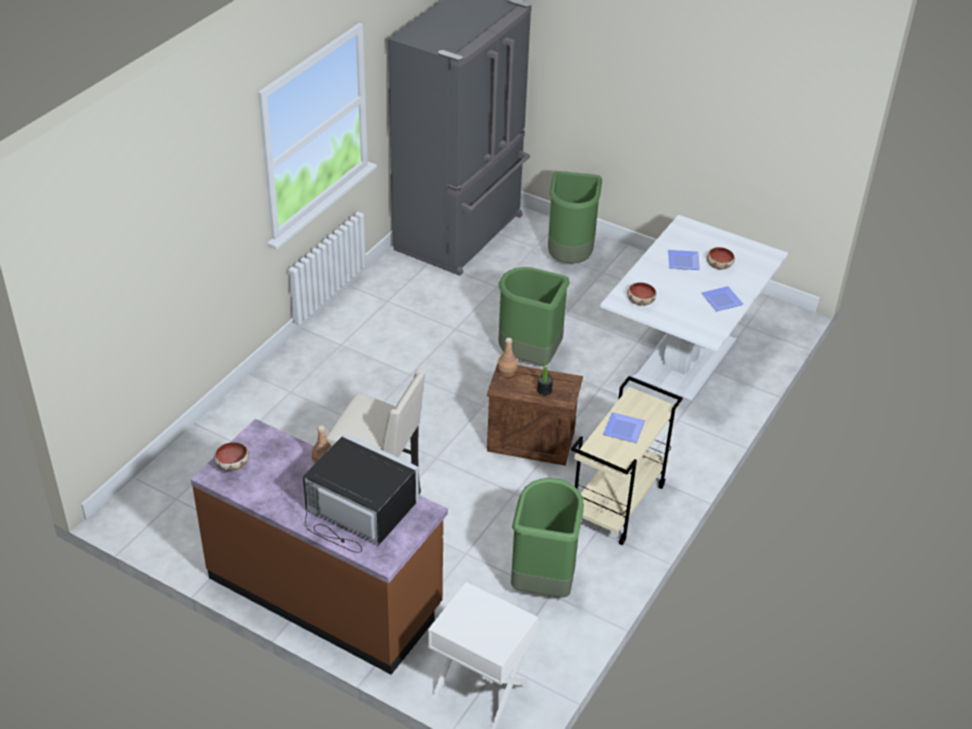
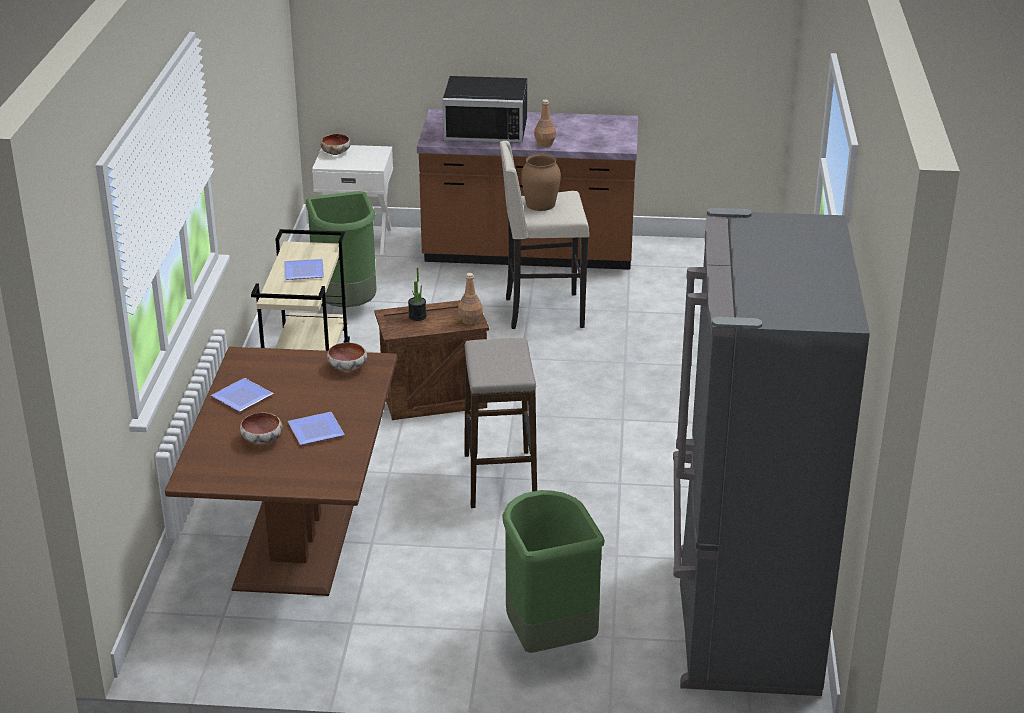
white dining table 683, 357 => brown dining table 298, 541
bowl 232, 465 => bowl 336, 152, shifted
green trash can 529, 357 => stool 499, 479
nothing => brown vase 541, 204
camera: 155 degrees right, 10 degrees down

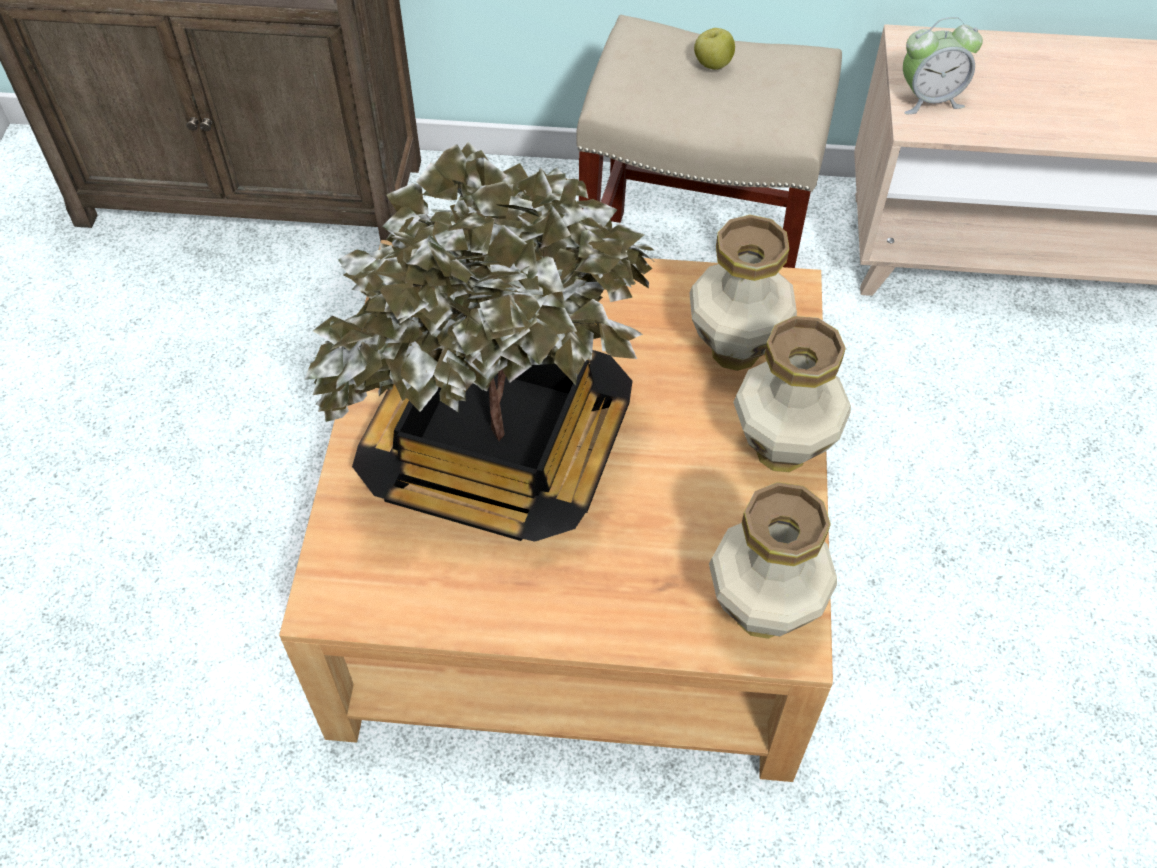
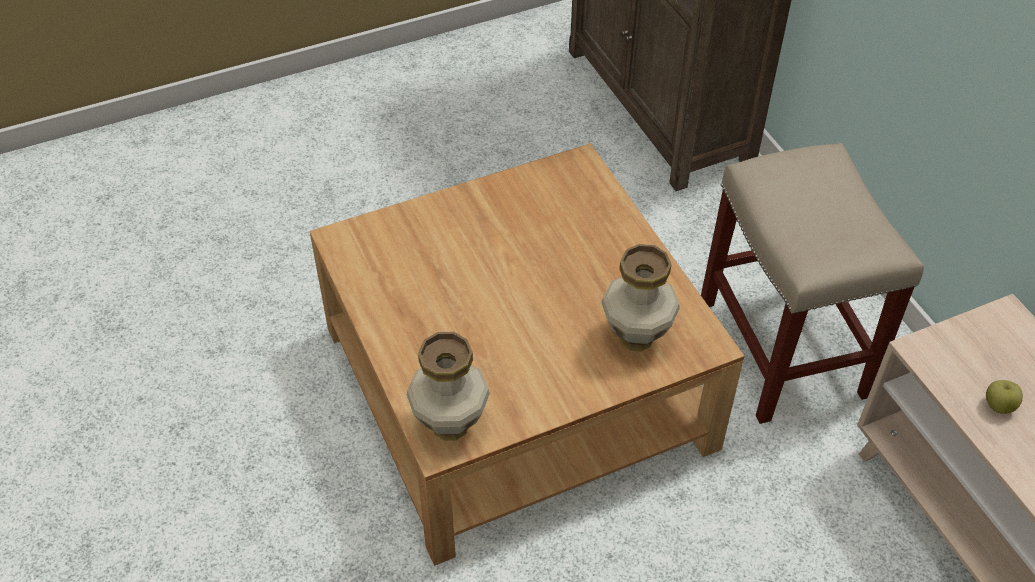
apple 712, 64 => apple 998, 406, shifted
potted plant 499, 448 => nothing
vase 781, 452 => nothing
alarm clock 929, 99 => nothing
camera: 60 degrees right, 5 degrees down

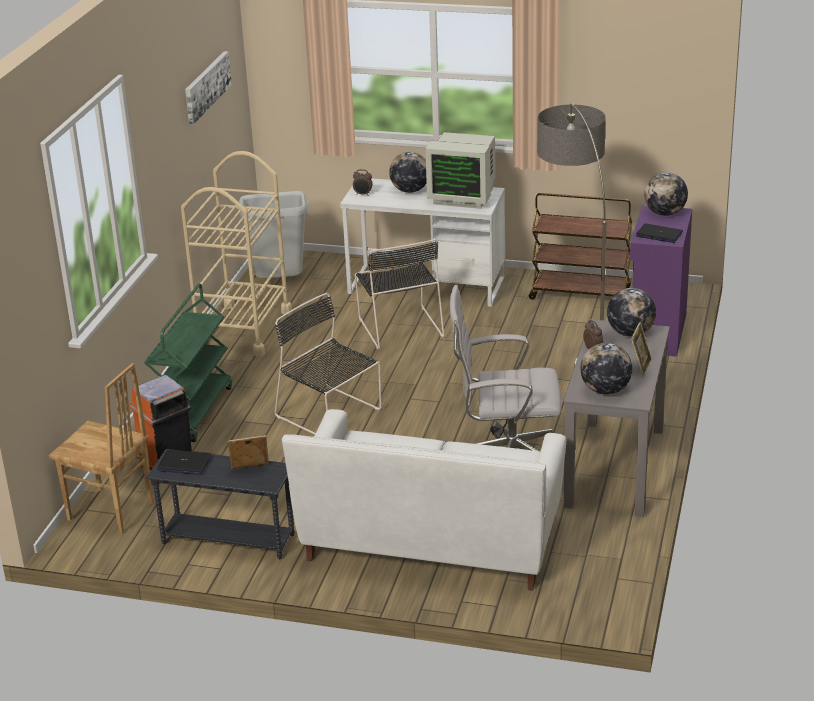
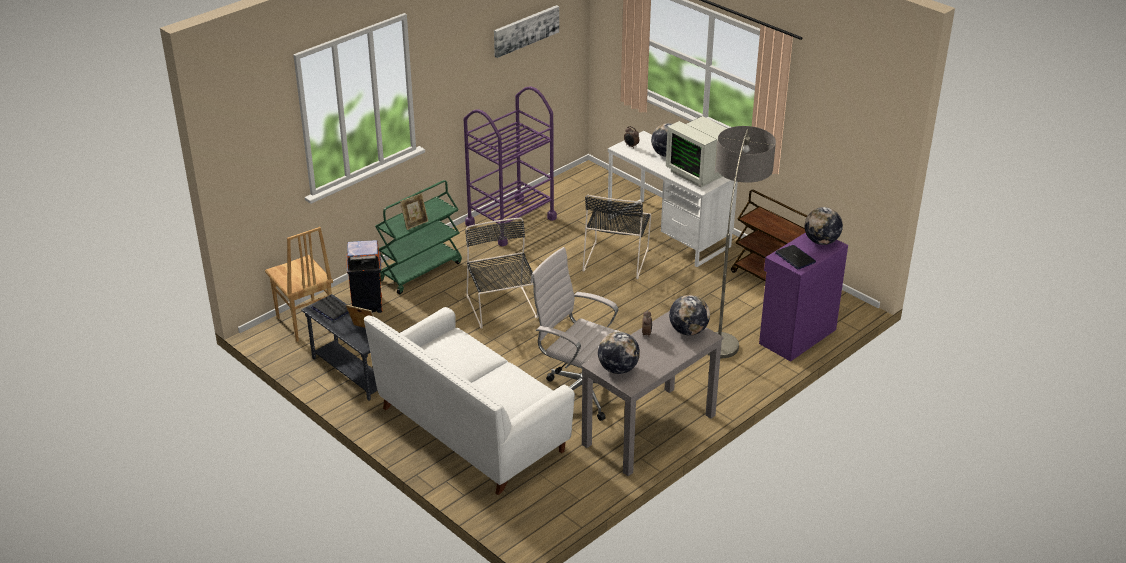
picture frame 640, 367 => picture frame 415, 223, shifted
beige cart 243, 330 => purple cart 511, 221
grey trash can 280, 283 => nothing
camera: 30 degrees right, 5 degrees up

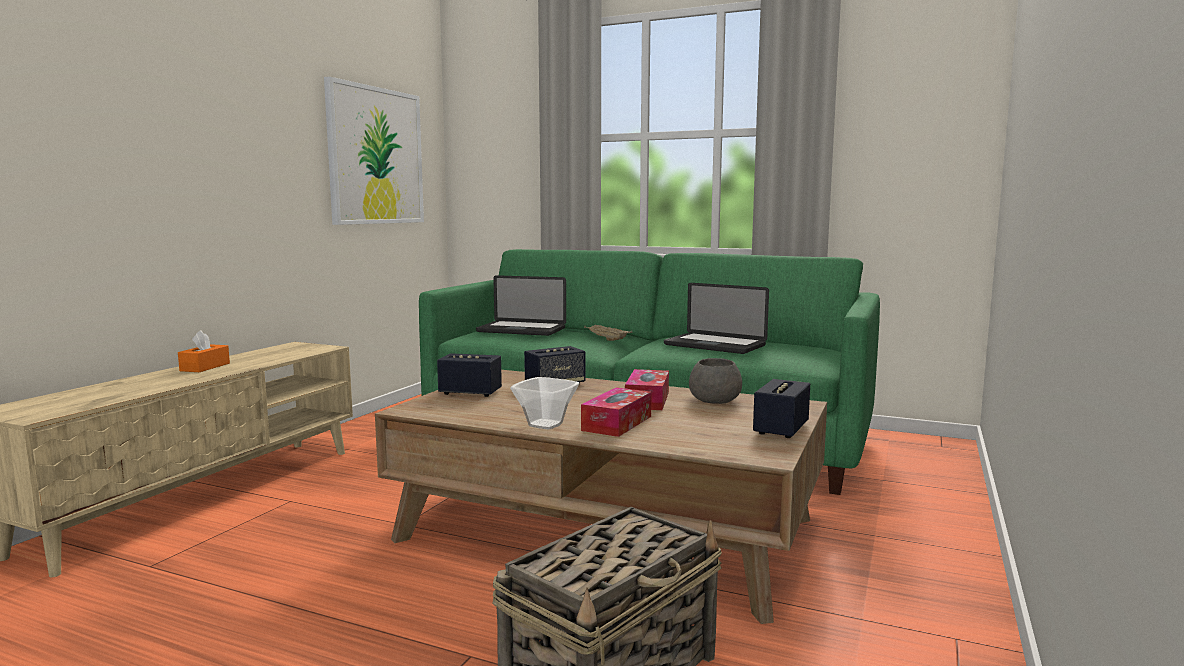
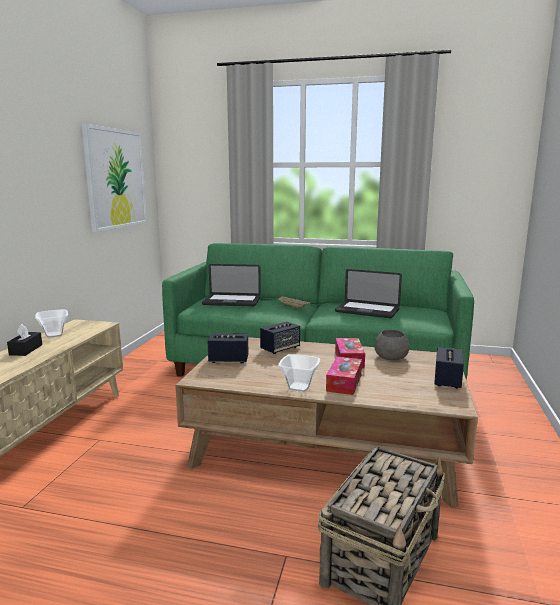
orange tissue box 205, 367 => black tissue box 26, 350
nothing => bowl 53, 335
camera: 10 degrees left, 5 degrees up

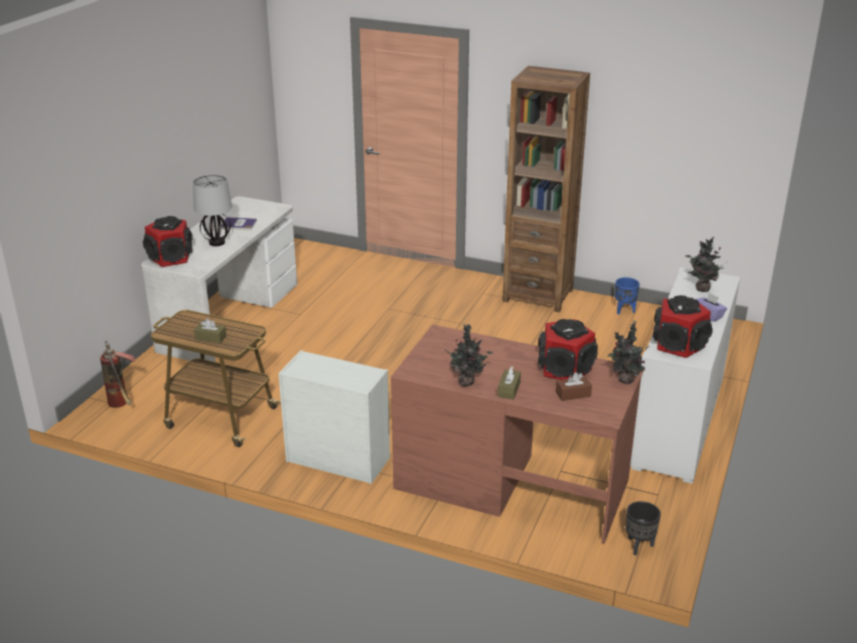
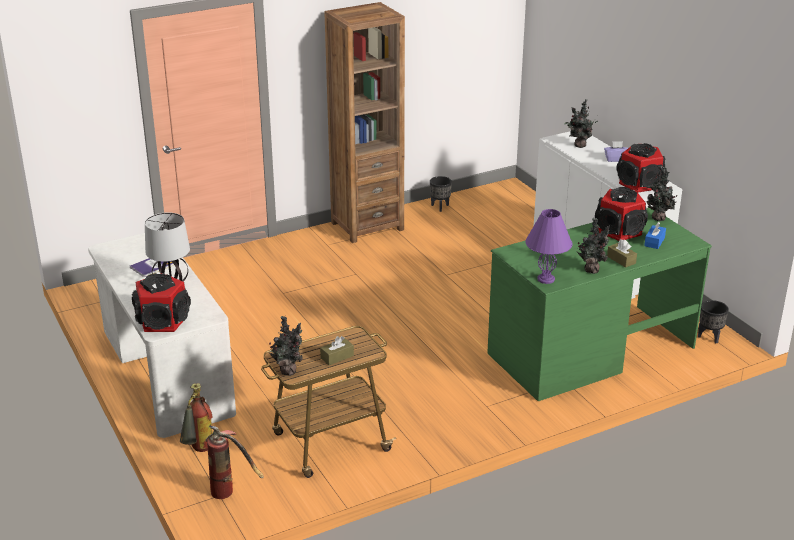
nothing => fire extinguisher 198, 452
nothing => potted plant 288, 370
blue planter 624, 310 => black planter 440, 207
brown desk 511, 483 => green desk 590, 350
nothing => purple table lamp 545, 279
brown tissue box 573, 394 => blue tissue box 654, 242
white dresser 336, 459 => nothing
camera: 50 degrees left, 0 degrees up

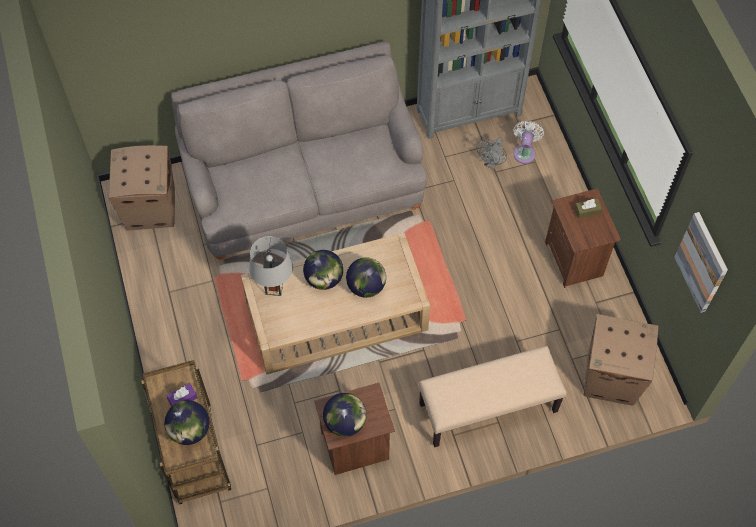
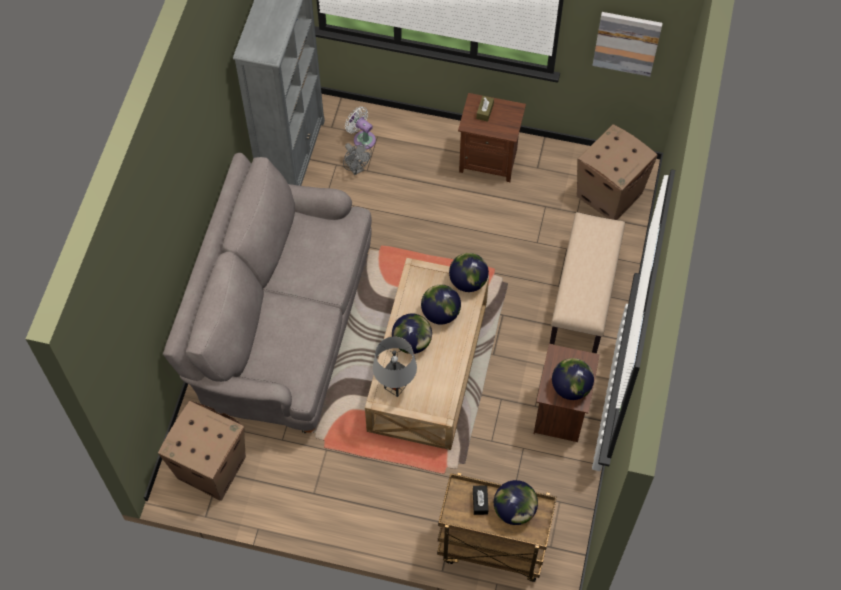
nothing => globe 468, 281
purple tissue box 182, 399 => black tissue box 480, 502
camera: 60 degrees left, 0 degrees up

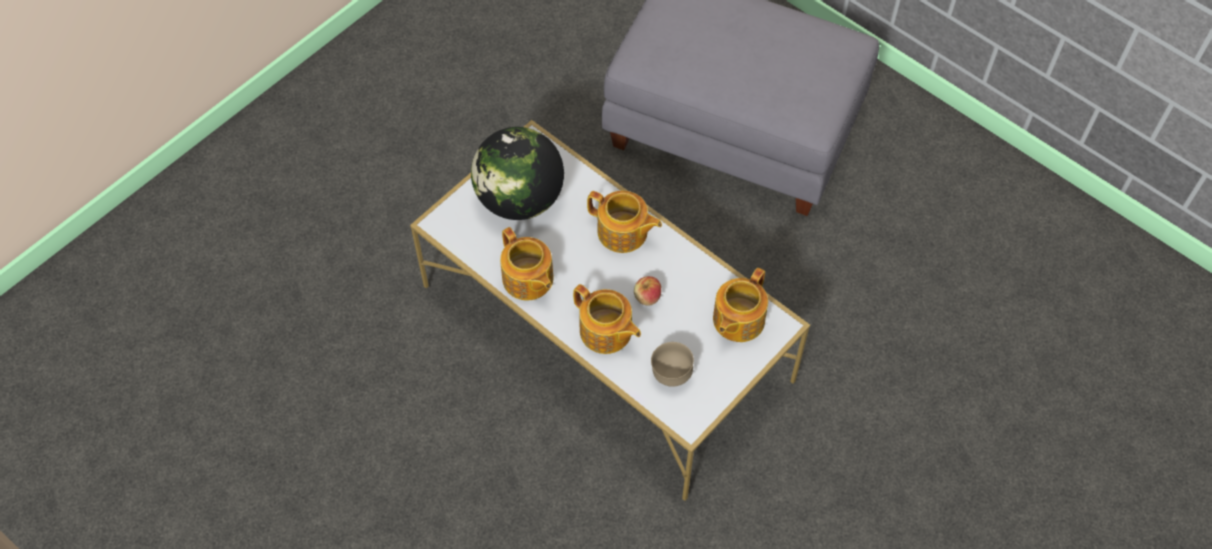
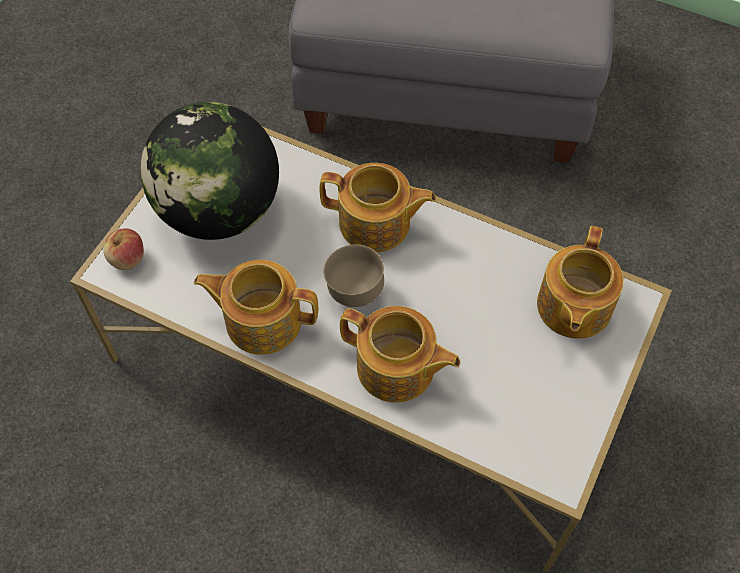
apple 647, 297 => apple 127, 259, shifted
teapot 528, 280 => teapot 262, 320, 150 degrees clockwise
brown bowl 671, 374 => brown bowl 354, 292, shifted
camera: 15 degrees left, 0 degrees up

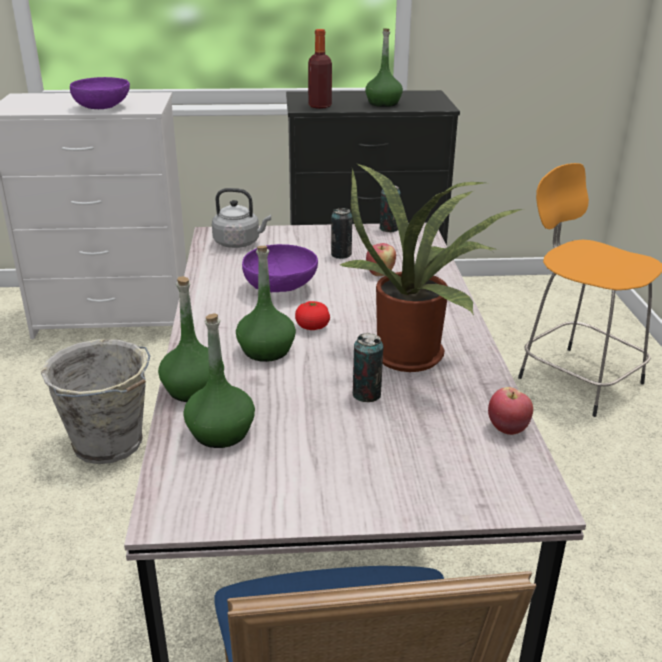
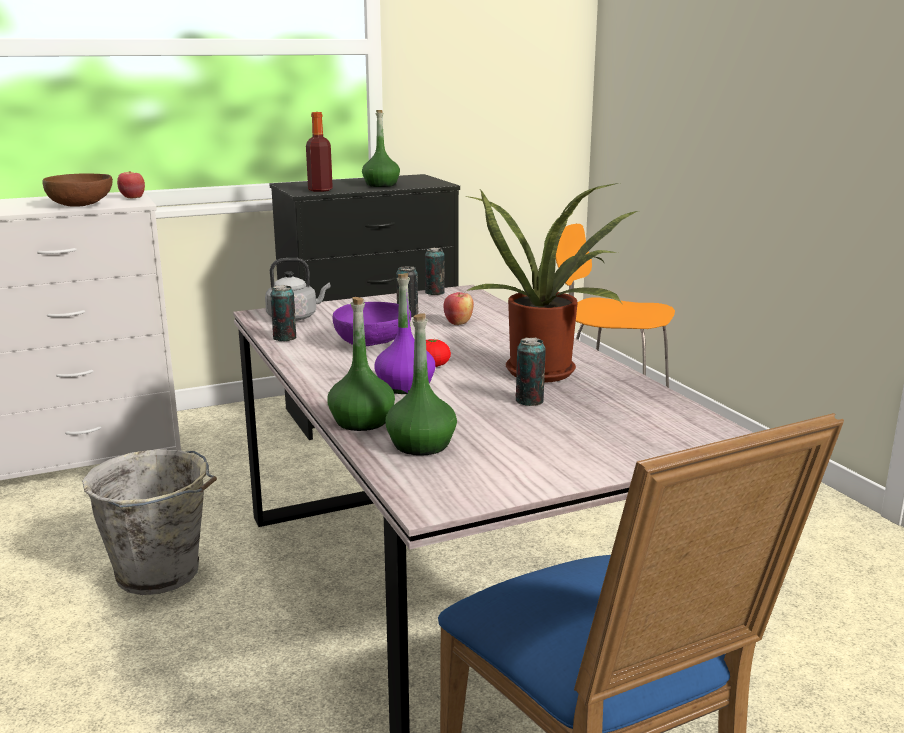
purple bowl 103, 107 => brown bowl 81, 205
apple 507, 429 => apple 132, 197, shifted
nothing => can 284, 338
green bottle 266, 350 => purple bottle 405, 386
camera: 20 degrees left, 10 degrees down

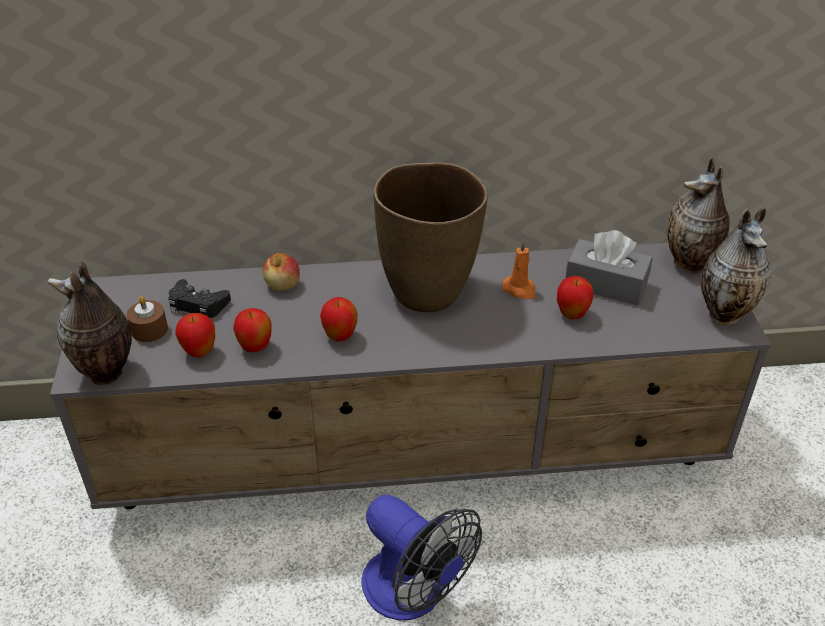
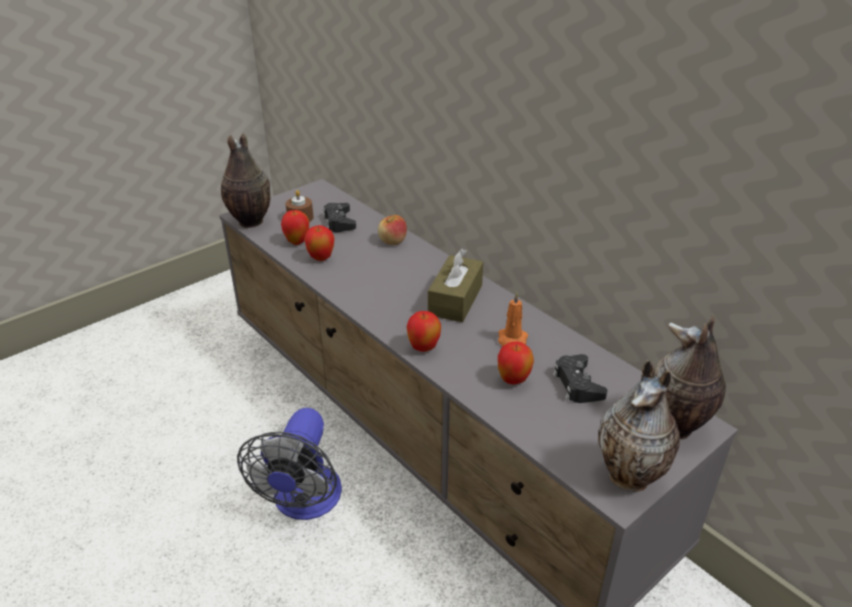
apple 340, 337 => apple 423, 348, shifted
brown vase 428, 292 => brown tissue box 455, 300
grey tissue box 605, 284 => black game controller 577, 384
camera: 55 degrees right, 5 degrees down

